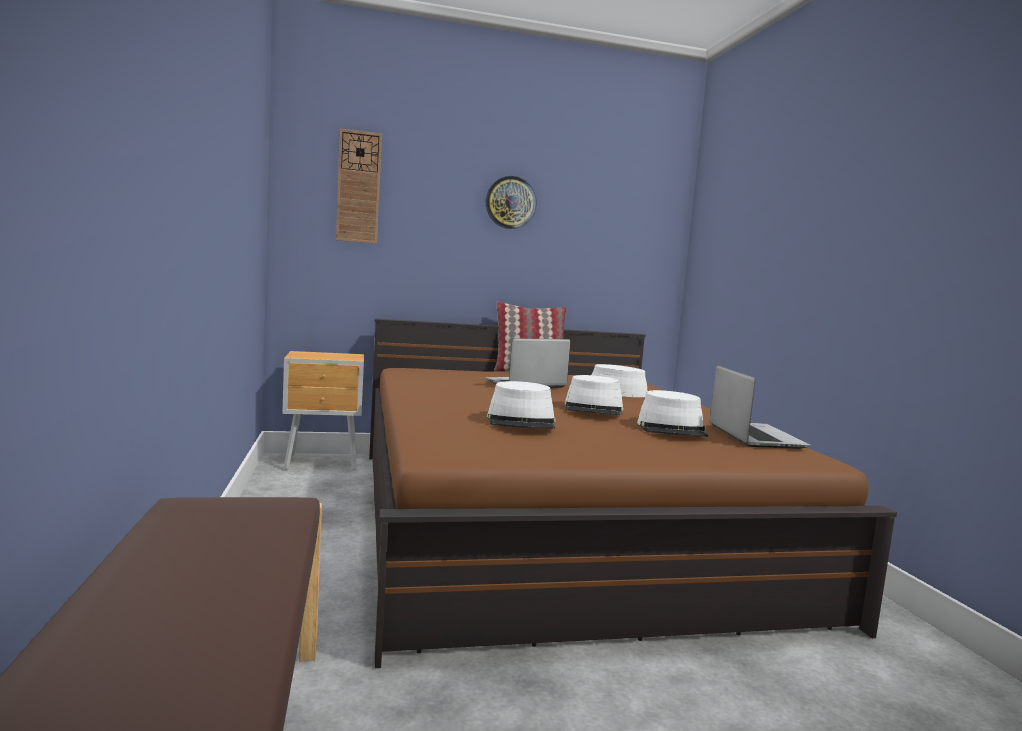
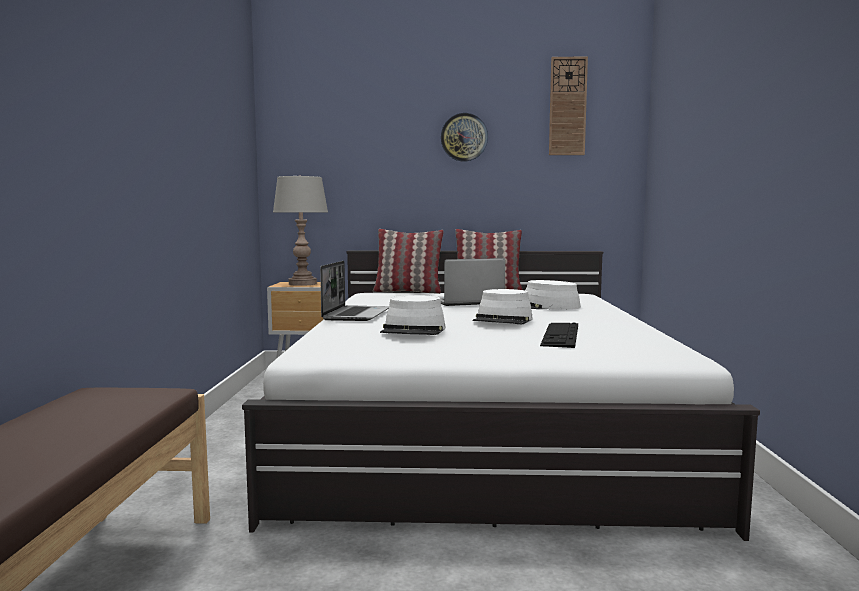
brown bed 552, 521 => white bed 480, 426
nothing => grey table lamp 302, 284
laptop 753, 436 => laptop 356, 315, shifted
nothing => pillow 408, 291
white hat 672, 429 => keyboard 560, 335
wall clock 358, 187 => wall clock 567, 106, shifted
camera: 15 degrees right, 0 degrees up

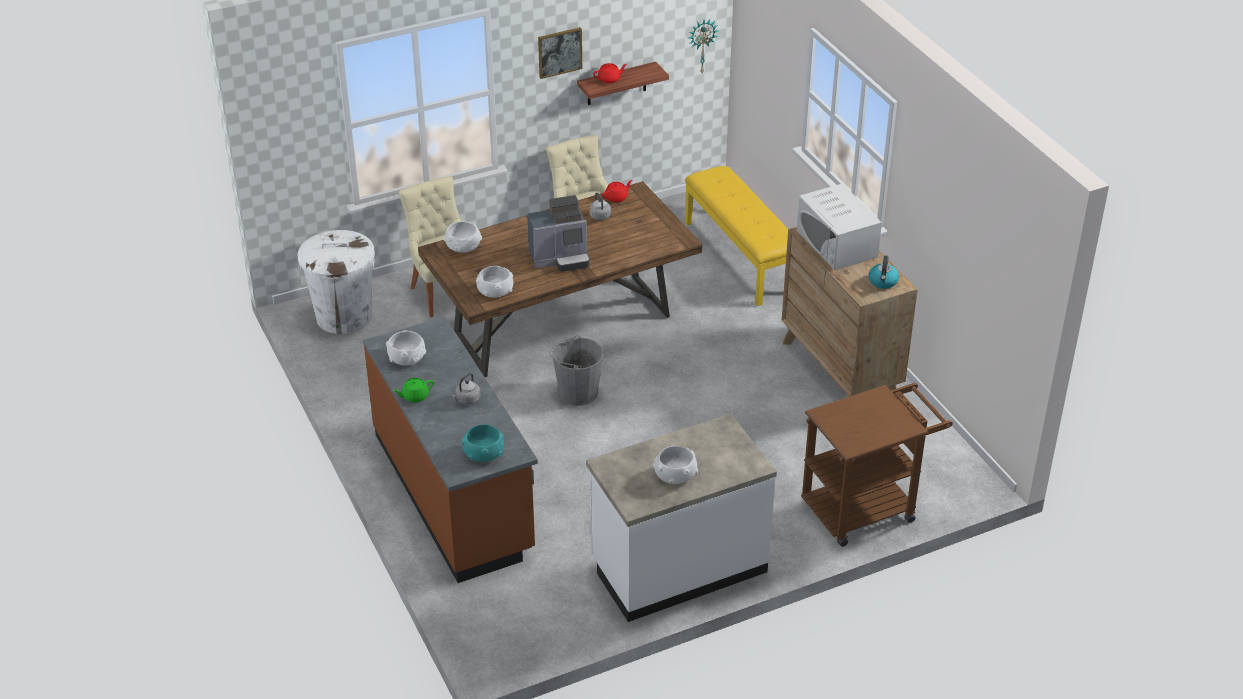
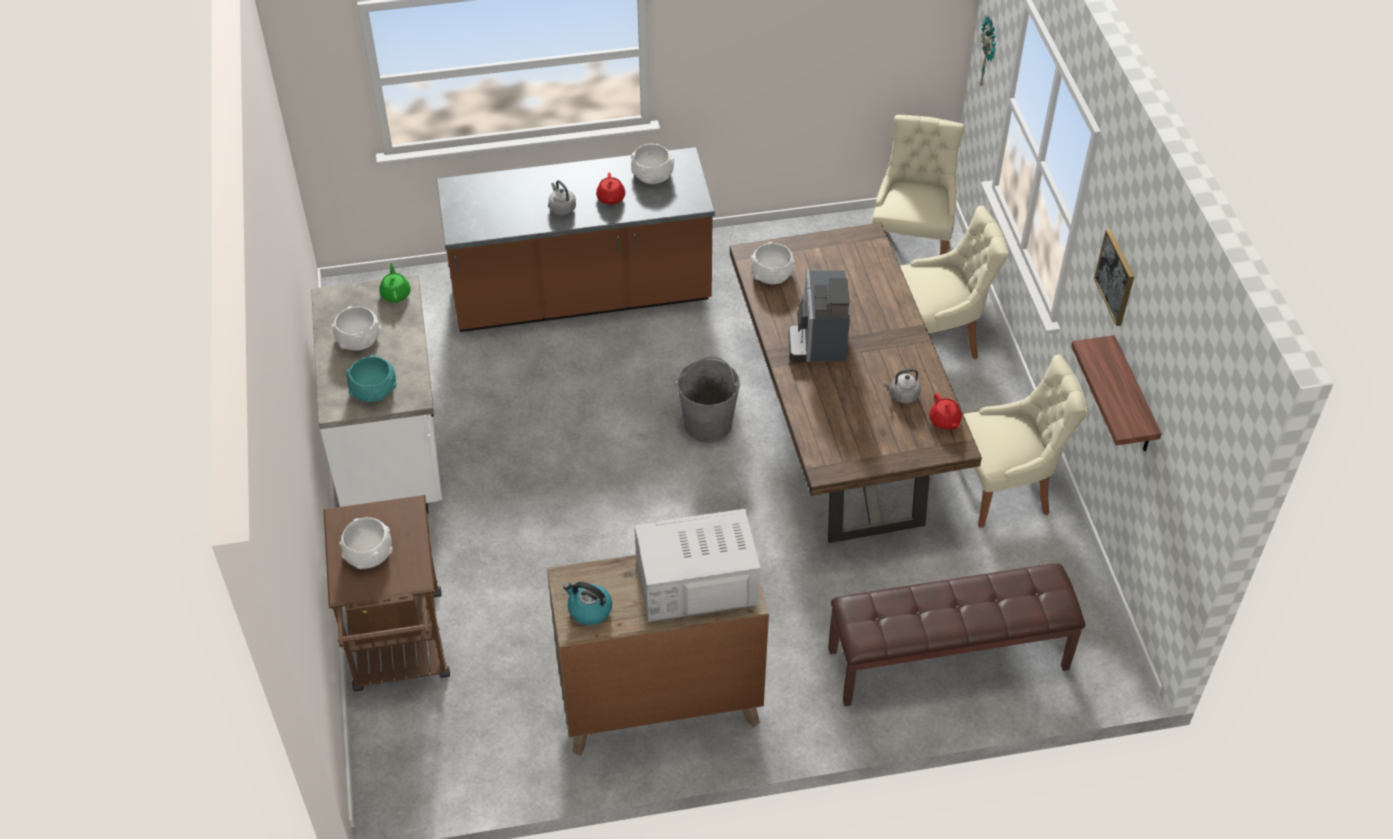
white bowl 463, 245 => white bowl 369, 553, shifted
turquoise bowl 483, 453 => turquoise bowl 373, 388, shifted
green teapot 414, 396 => green teapot 396, 293, shifted
red teapot 609, 79 => red teapot 610, 198, shifted
yellow bench 741, 257 => brown bench 948, 660
white trash can 343, 316 => beige chair 911, 247
wall clock 701, 45 => wall clock 989, 53, shifted
camera: 105 degrees right, 10 degrees up

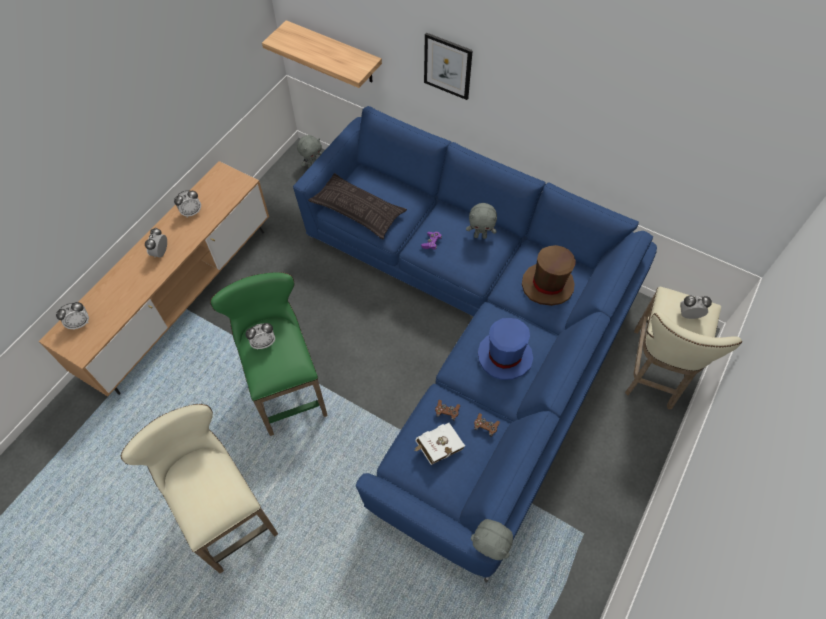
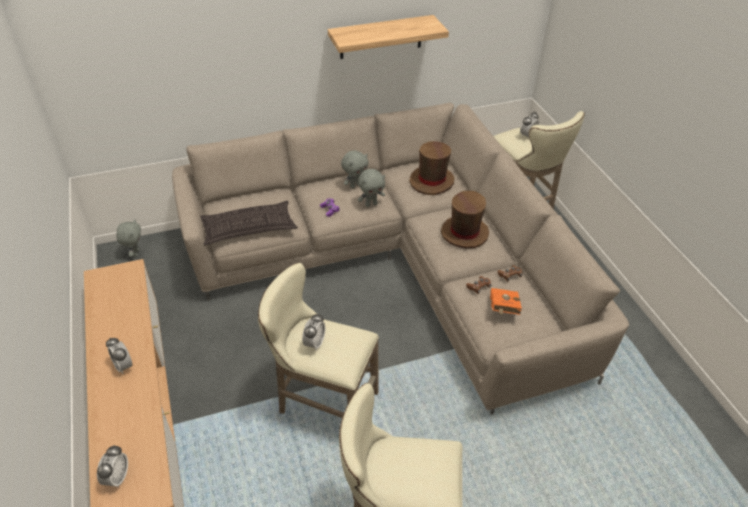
blue sofa 470, 332 => beige sofa 397, 265
green stool 286, 387 => beige stool 323, 403
shelf 334, 53 => shelf 381, 37, shifted
grey plush toy 489, 549 => grey plush toy 371, 204, shifted
blue hat 504, 356 => brown hat 464, 233
white book 437, 448 => orange book 503, 310
alarm clock 192, 212 => nothing
picture 447, 66 => nothing
camera: 50 degrees left, 15 degrees down

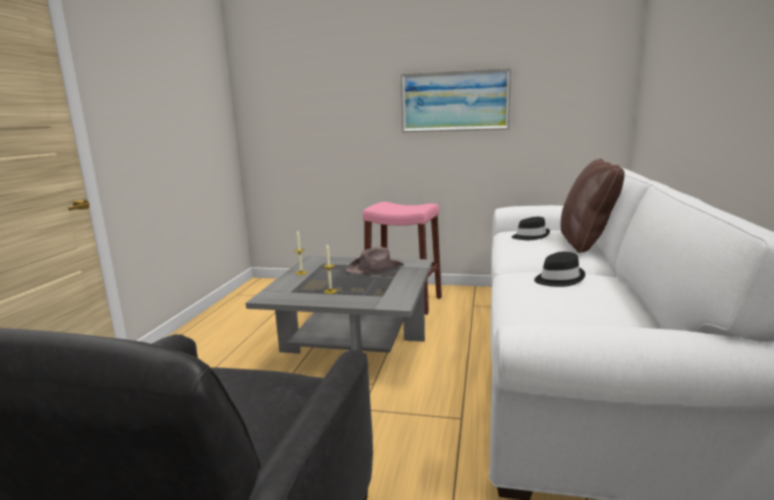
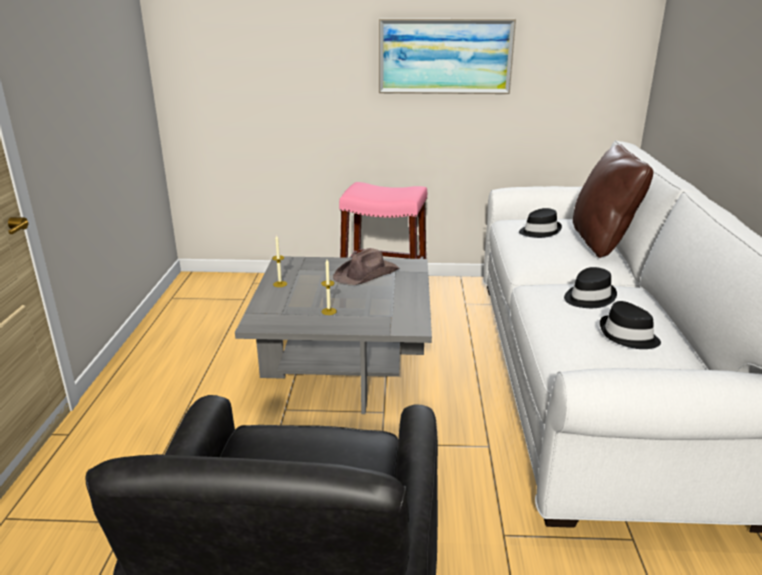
nothing => black hat 628, 336
camera: 10 degrees left, 10 degrees up

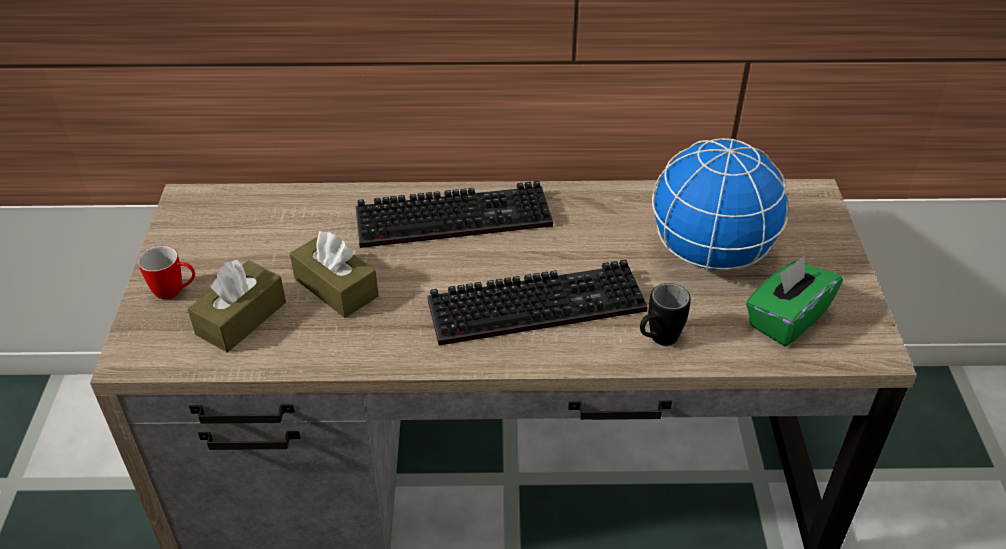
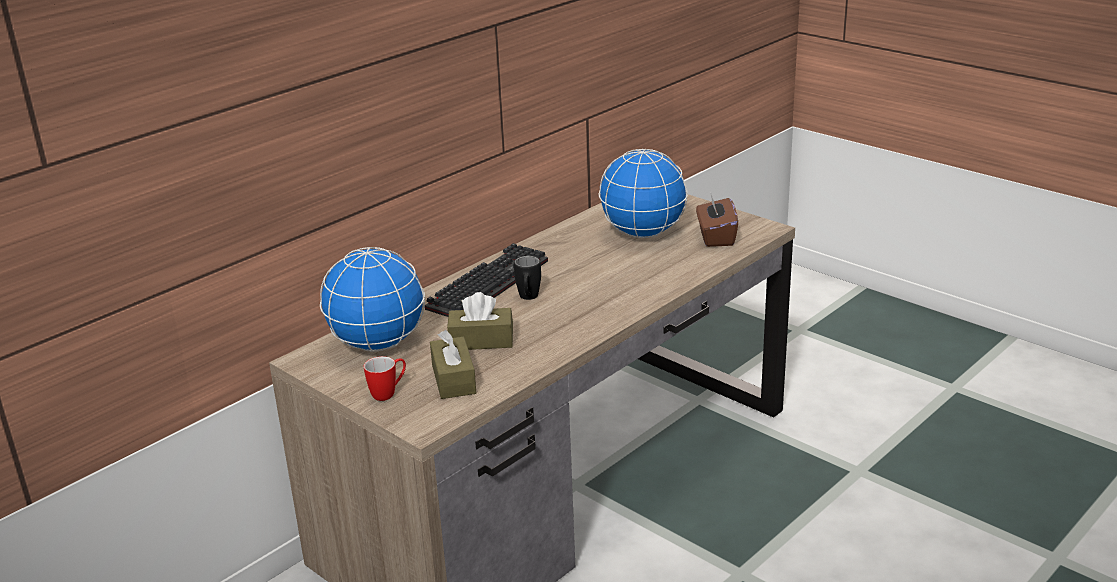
nothing => globe 378, 344
black mug 657, 340 => black mug 528, 298, shifted
green tissue box 786, 319 => brown tissue box 715, 237
keyboard 539, 303 => nothing
camera: 45 degrees left, 15 degrees down

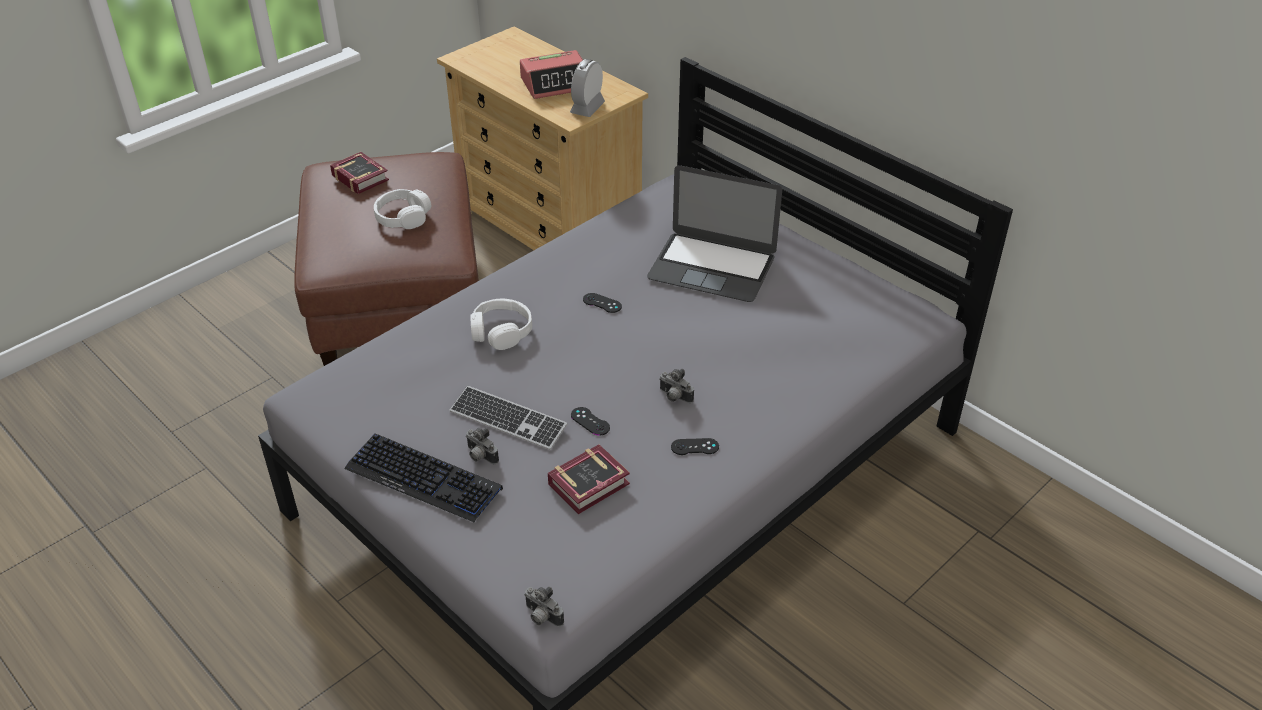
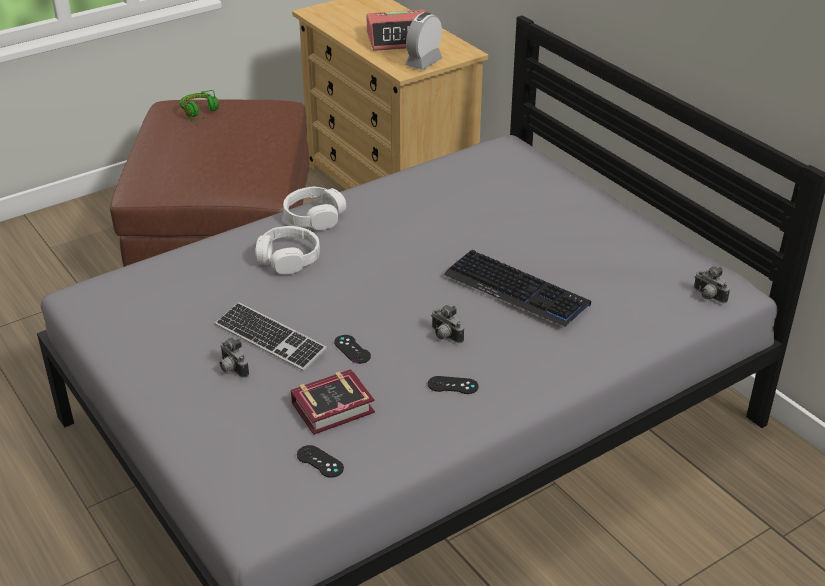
book 360, 176 => green headphones 200, 113
white headphones 403, 217 => white headphones 314, 217, shifted
black game controller 602, 303 => black game controller 320, 461, shifted
keyboard 424, 479 => keyboard 516, 290, shifted
photo camera 541, 617 => photo camera 707, 297, shifted
laptop 712, 267 => nothing
camera: 10 degrees right, 5 degrees down

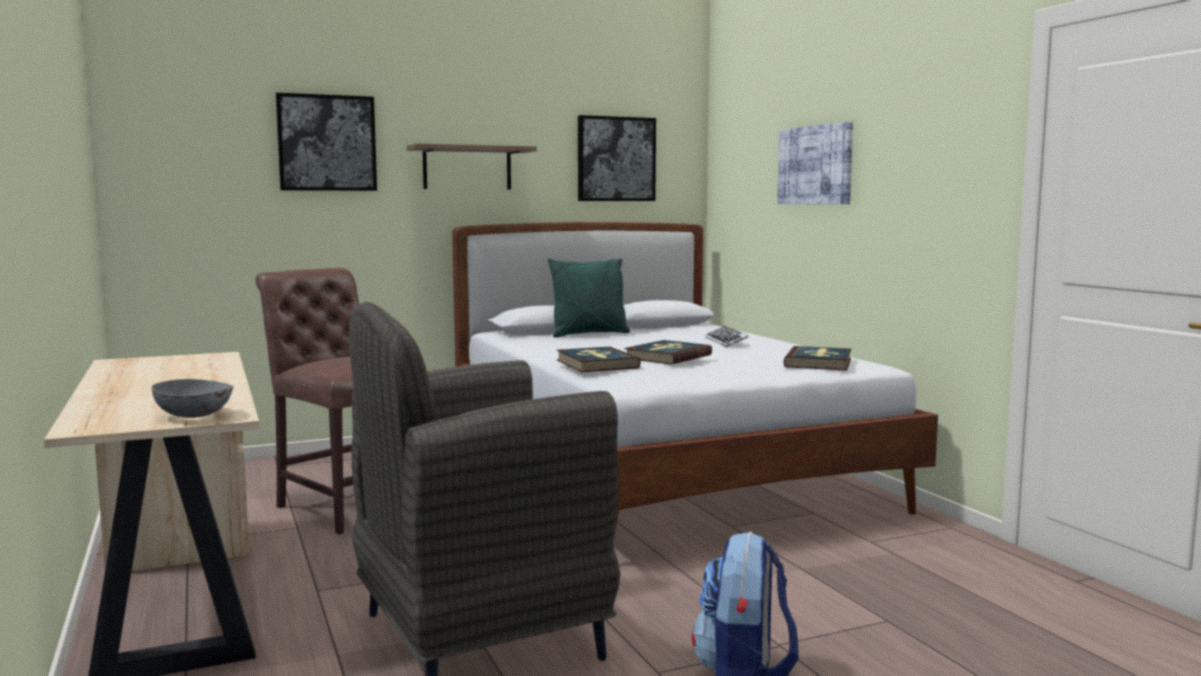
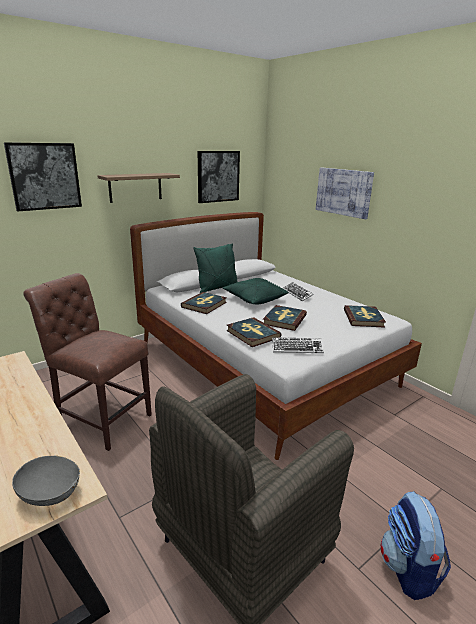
nothing => book 204, 305
nothing => green pillow 254, 299
nothing => keyboard 297, 348
camera: 15 degrees left, 15 degrees up

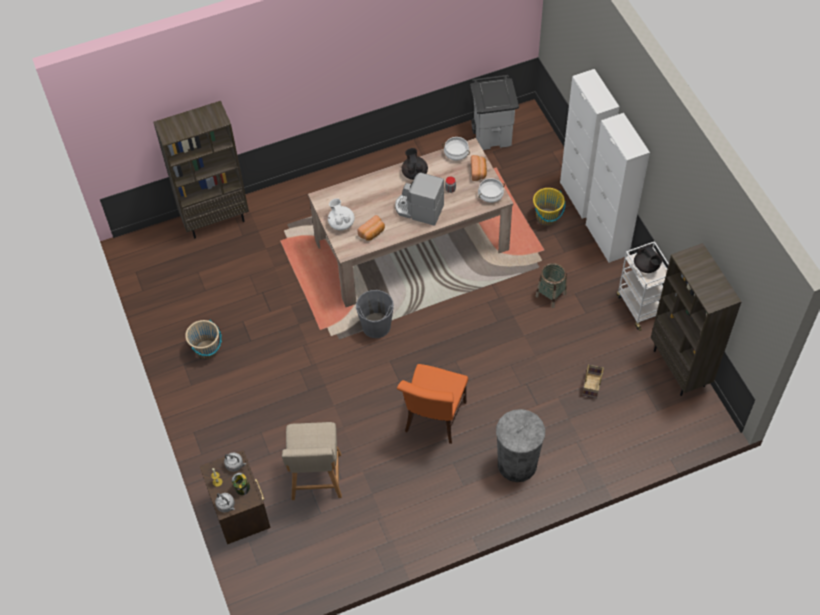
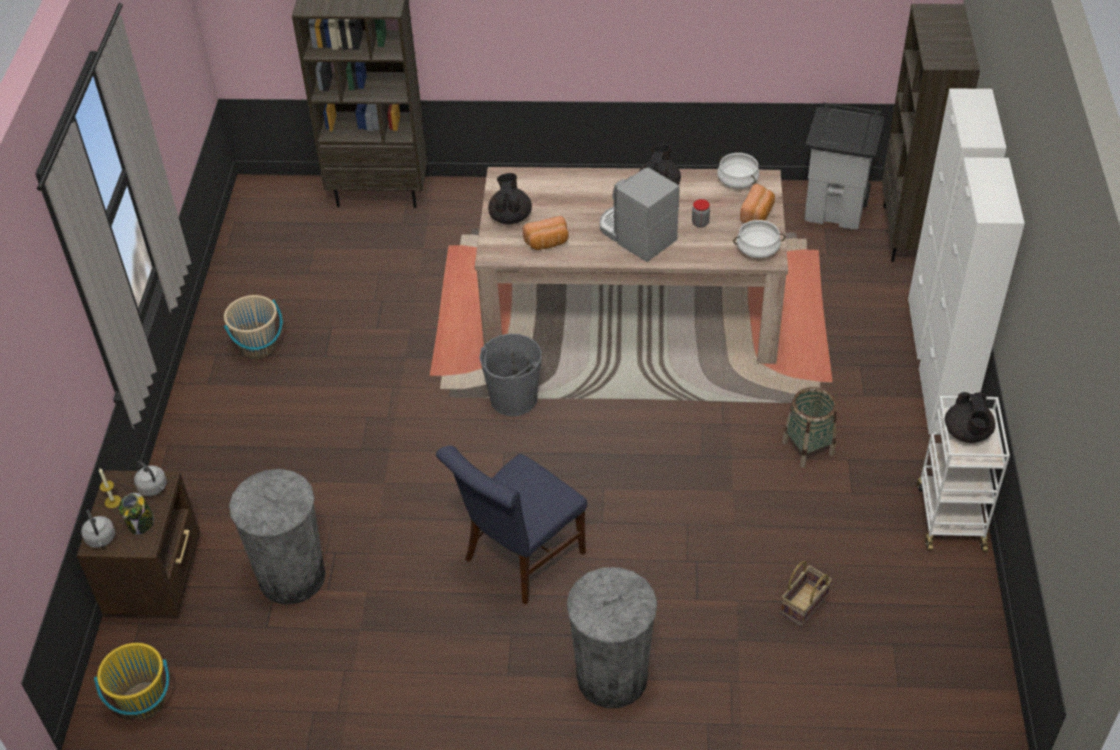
yellow bucket 547, 217 => yellow bucket 143, 701, shifted
beige chair 316, 479 => grey trash can 291, 576
orange chair 434, 420 => blue chair 519, 560
white teapot 341, 223 => black teapot 510, 216
brown bookcase 680, 368 => brown bookcase 909, 234, shifted
camera: 25 degrees right, 10 degrees down

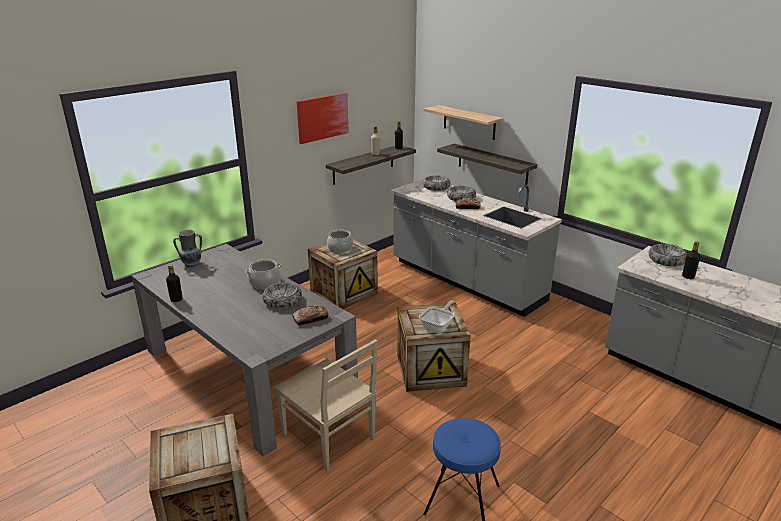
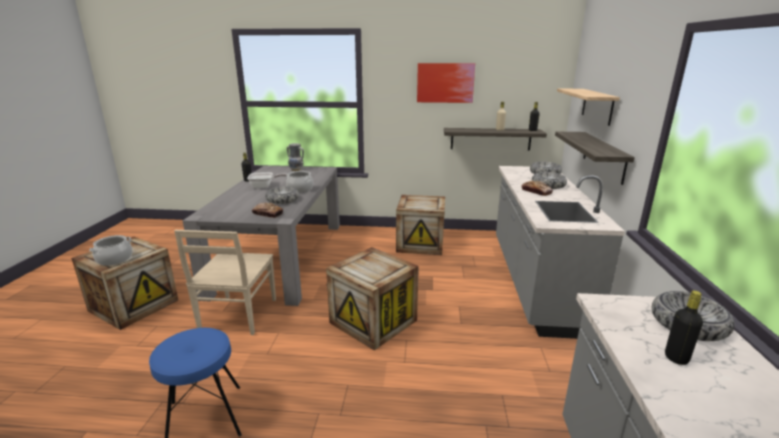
cooking pot 340, 248 => cooking pot 114, 259, shifted
frying pan 438, 326 => frying pan 264, 186, shifted
camera: 50 degrees right, 5 degrees down

